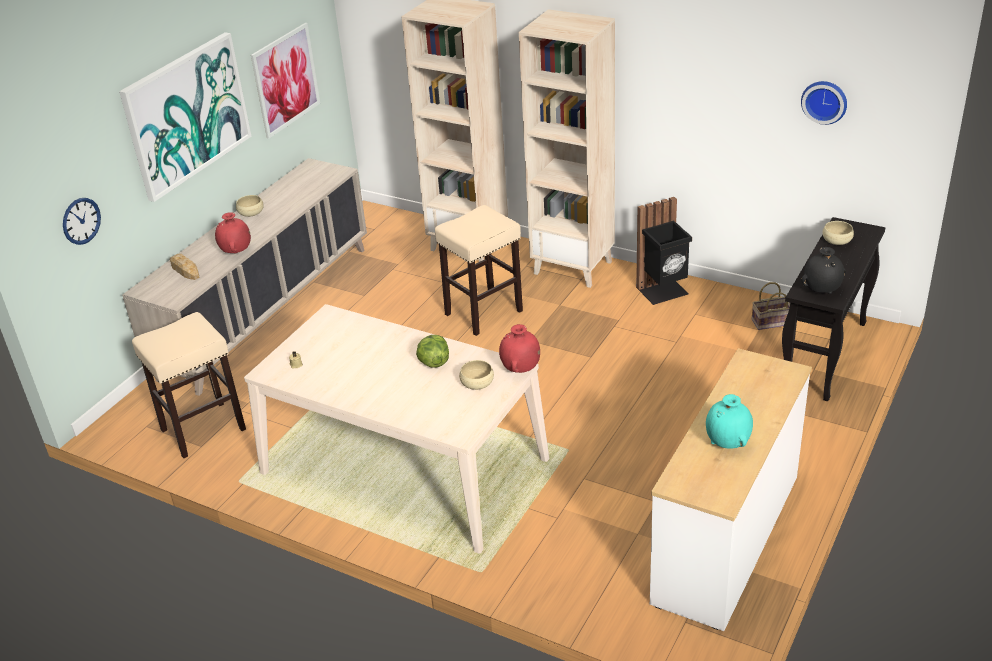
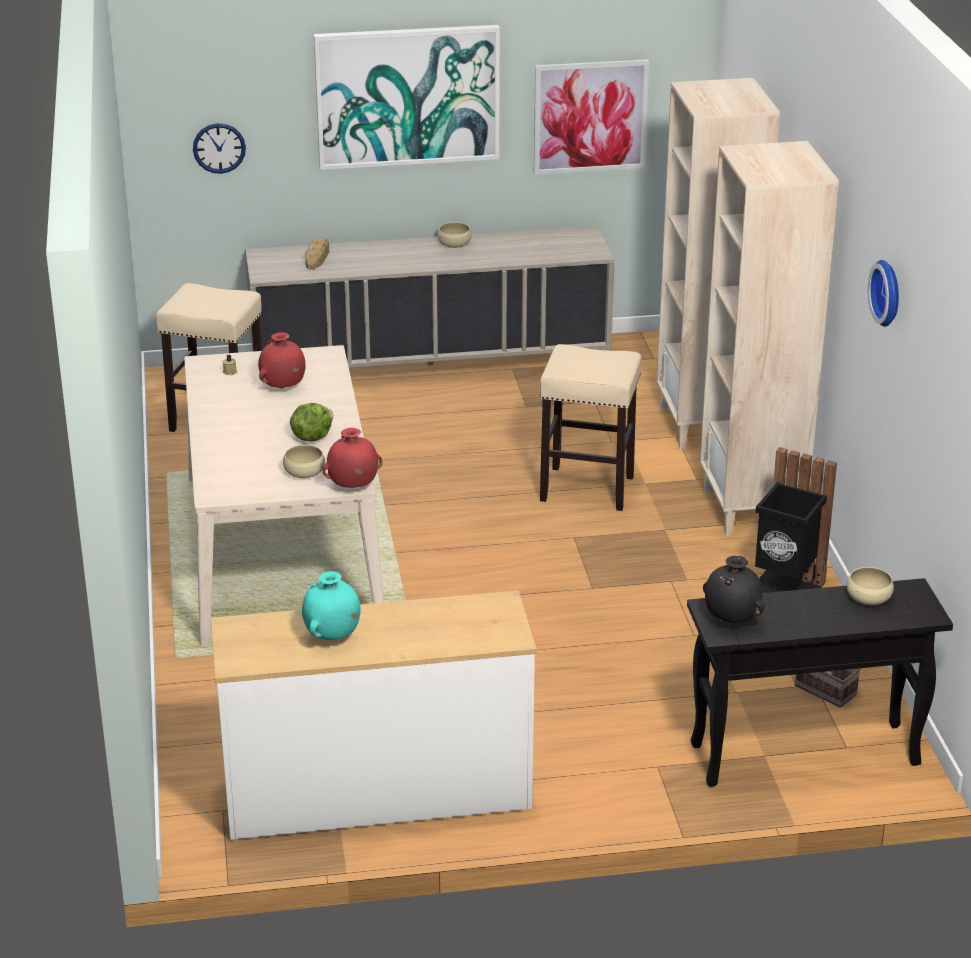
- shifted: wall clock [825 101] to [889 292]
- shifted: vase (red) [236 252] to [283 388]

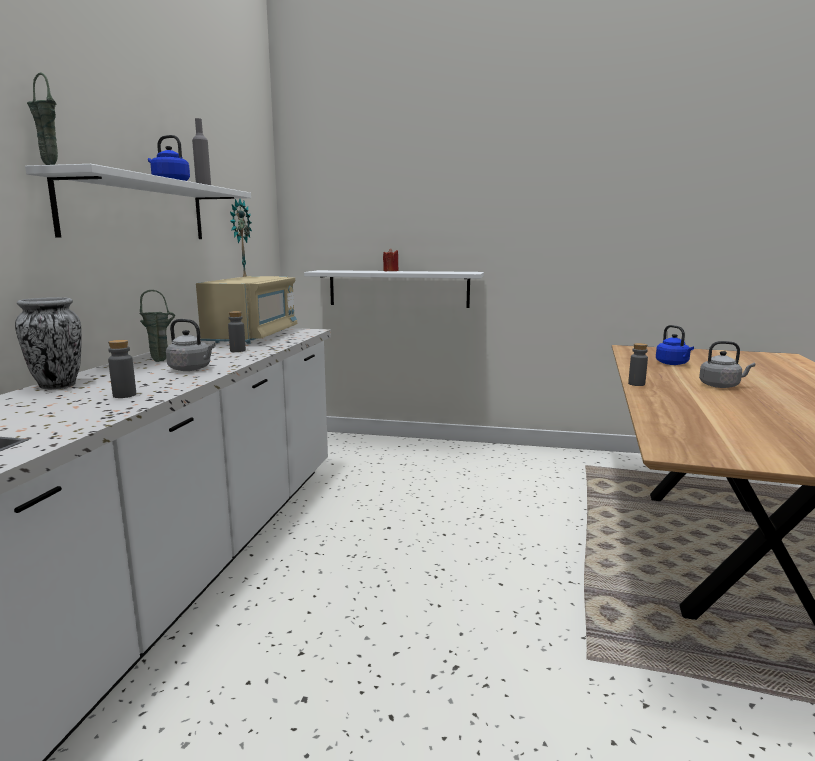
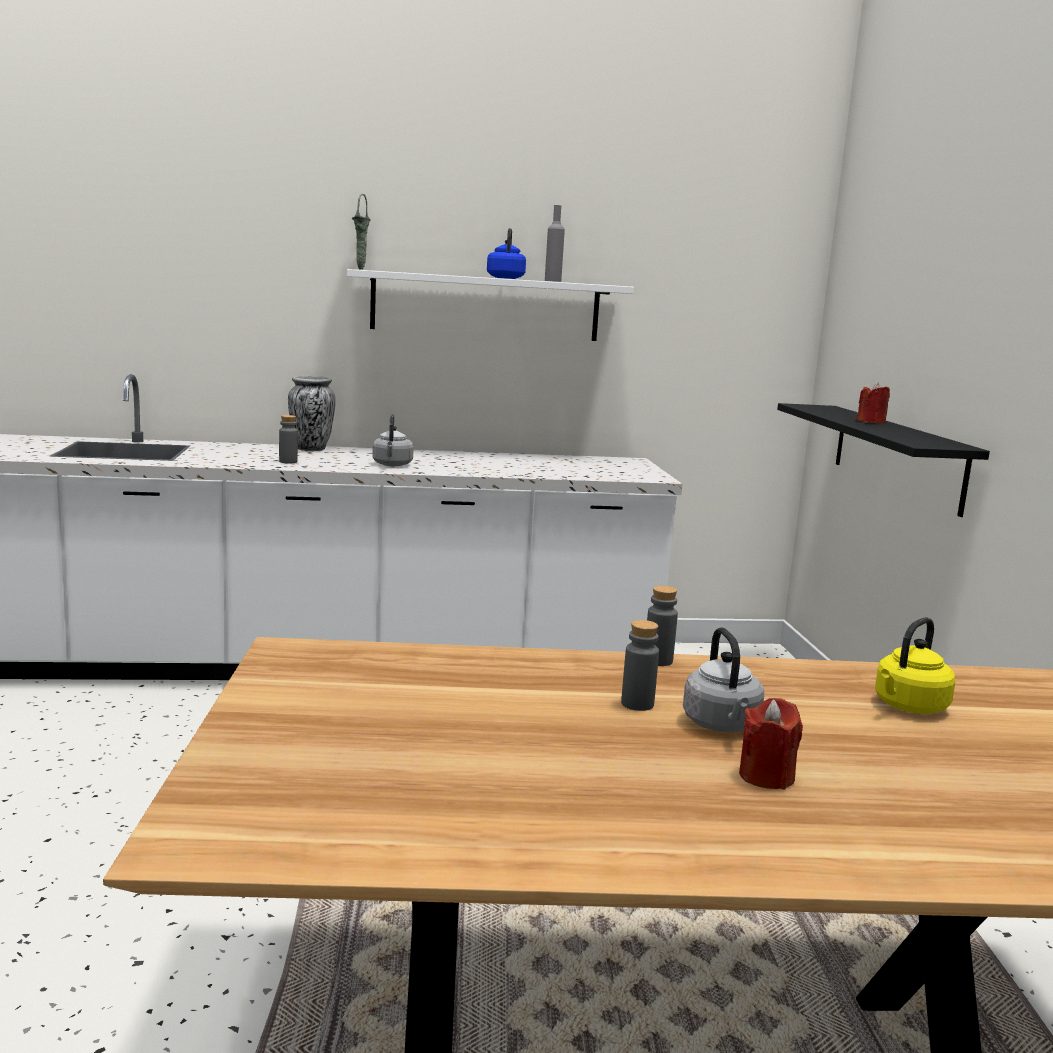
- gone: wall clock [239 240]
- repainted: shelf (white) [398 288] to shelf (black) [896 456]
- gone: microwave (beige) [253 336]
- gone: vase (green) [162 361]
- shifted: bottle (grey) [237 350] to [637 704]
- repainted: kettle (blue) [673 364] to kettle (yellow) [908 707]
- new: candle (red) [766 776]

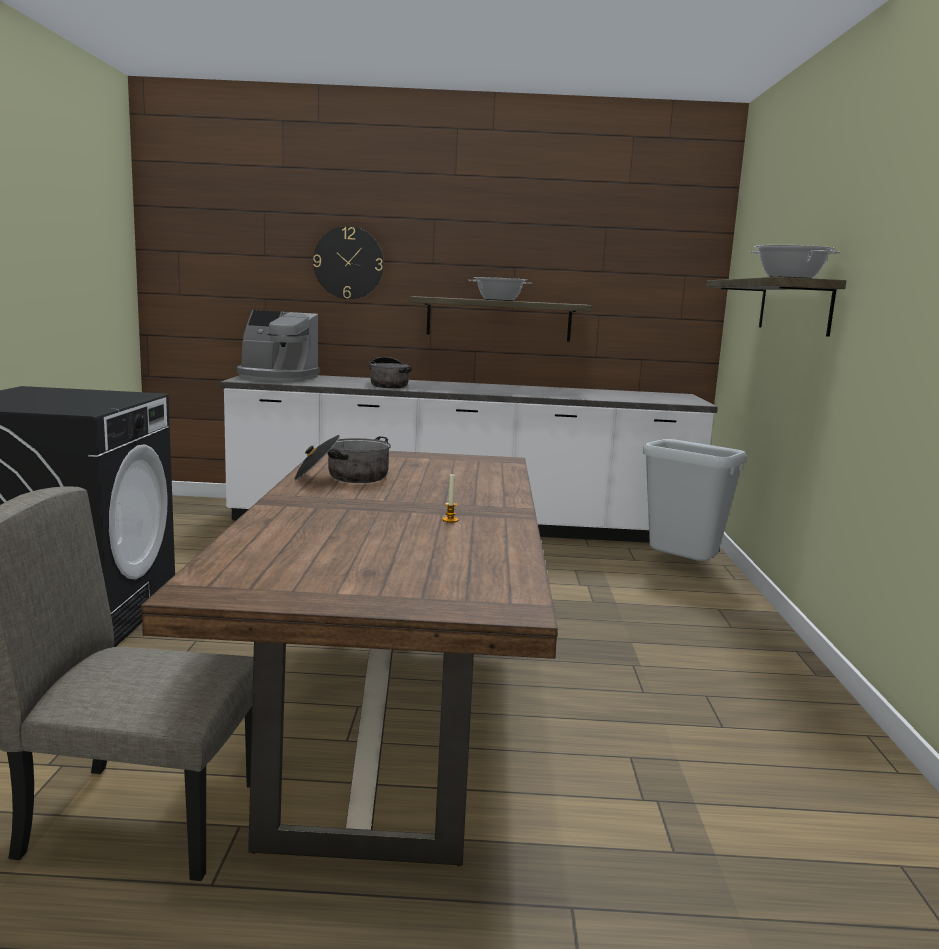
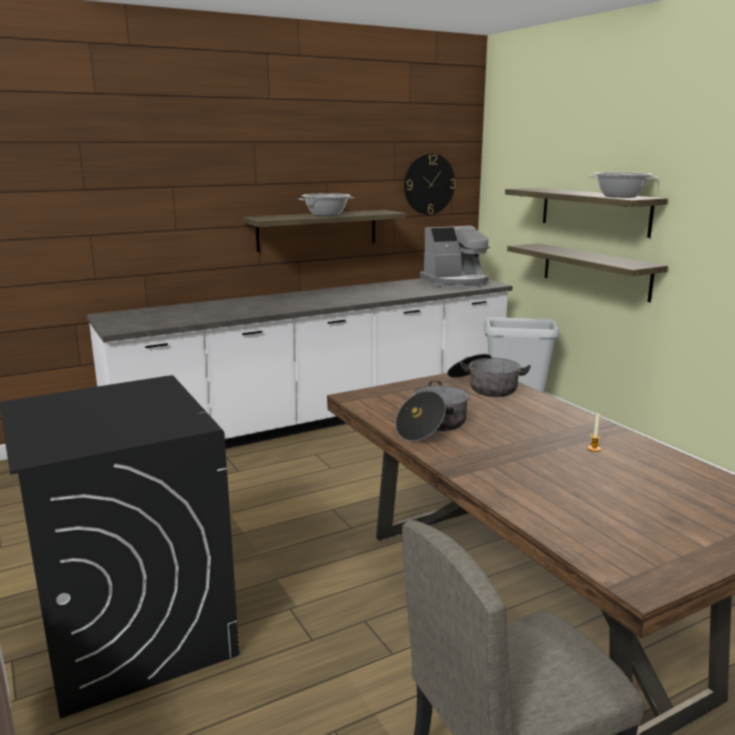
- shifted: wall clock [348 263] to [429 184]
- shifted: coffee machine [276 377] to [456 282]
- shifted: cooking pot [389 385] to [484 387]
- new: shelf [595 271]

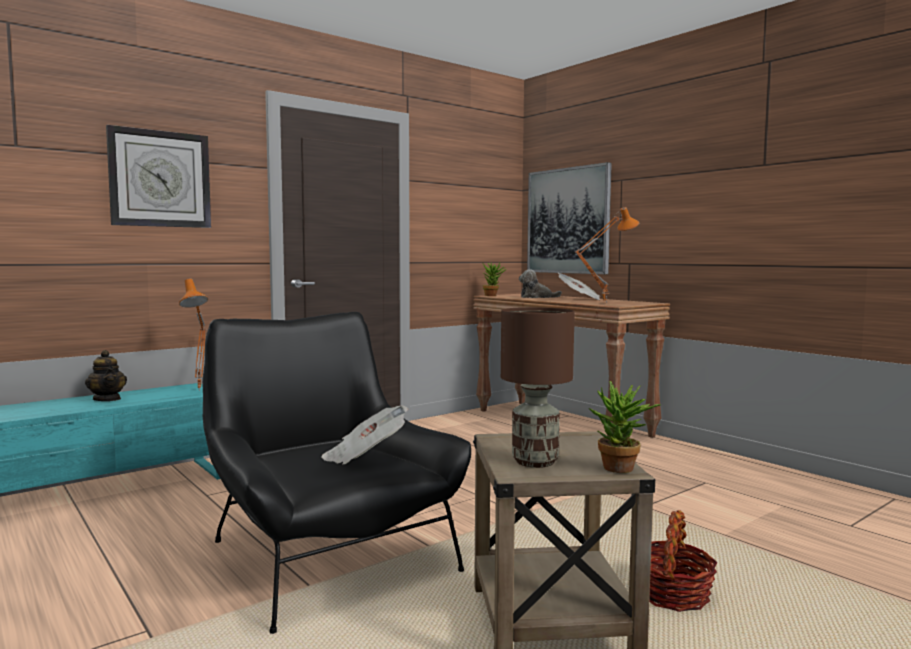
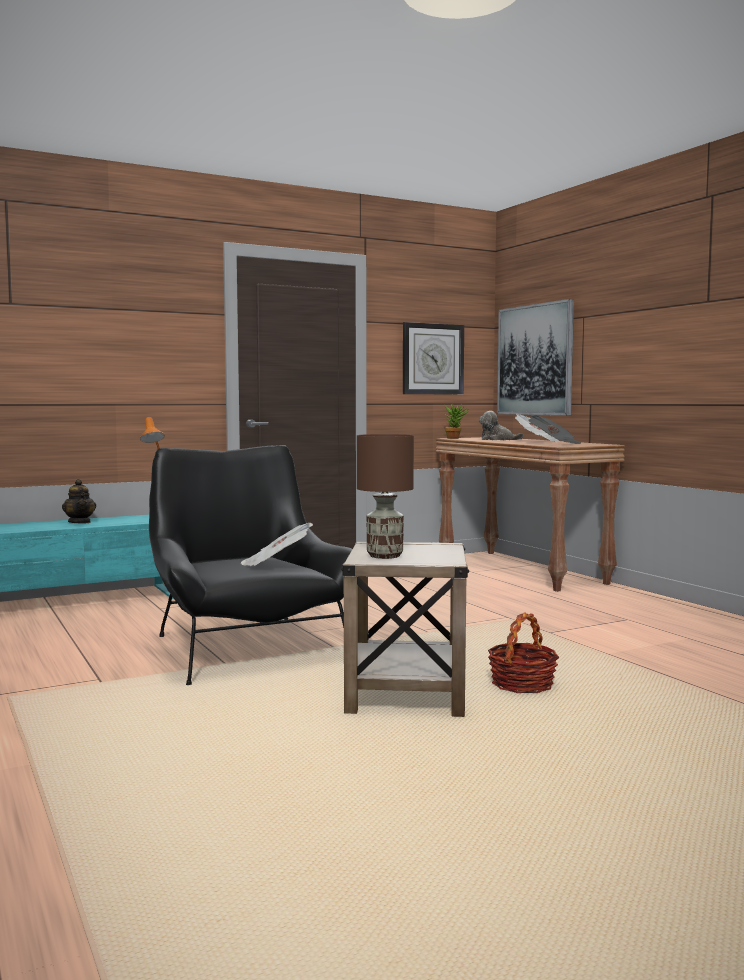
- shifted: wall clock [160 179] to [432 359]
- swapped: table lamp (orange) [604 303] to newspaper [554 444]
- gone: potted plant [621 470]

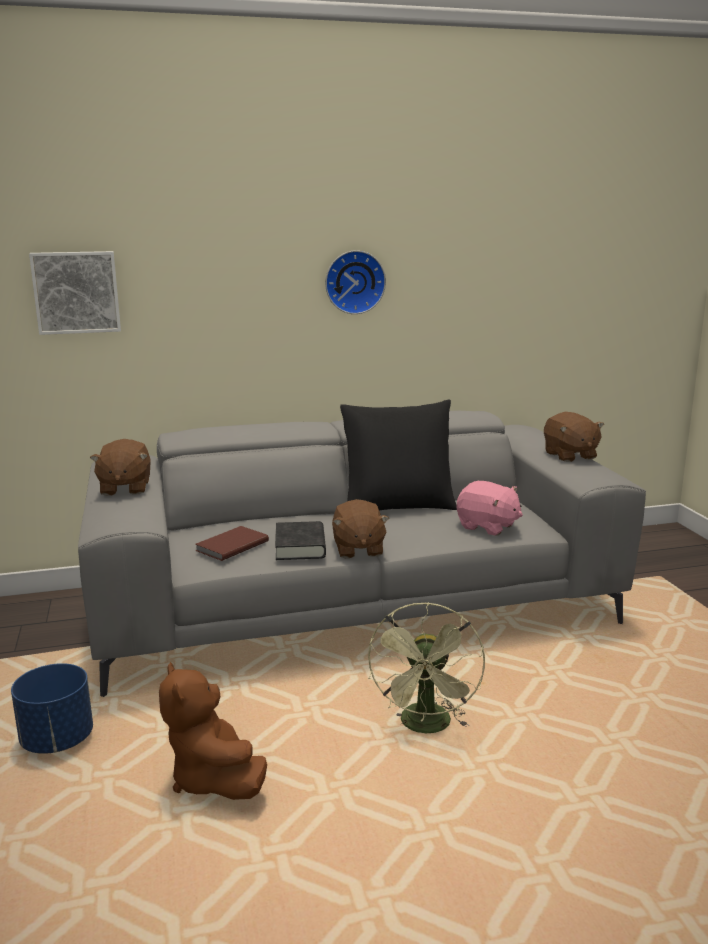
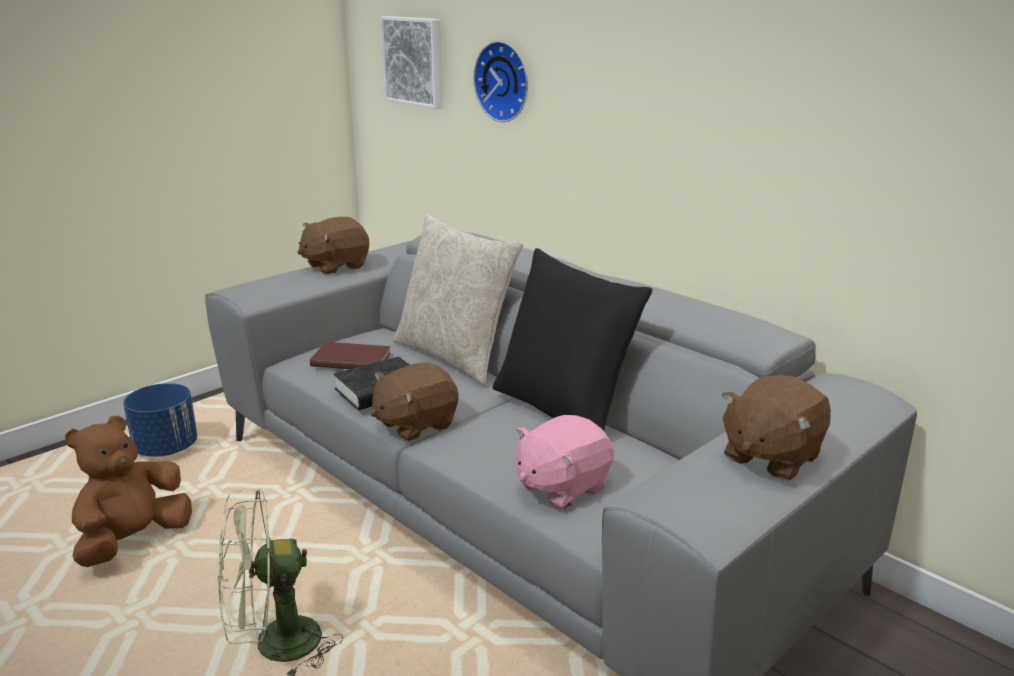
- shifted: wall clock [354 282] to [504 81]
- rotated: plush toy (pink) [487 526] = [561 486] 45 degrees clockwise
- new: pillow (beige) [455 355]

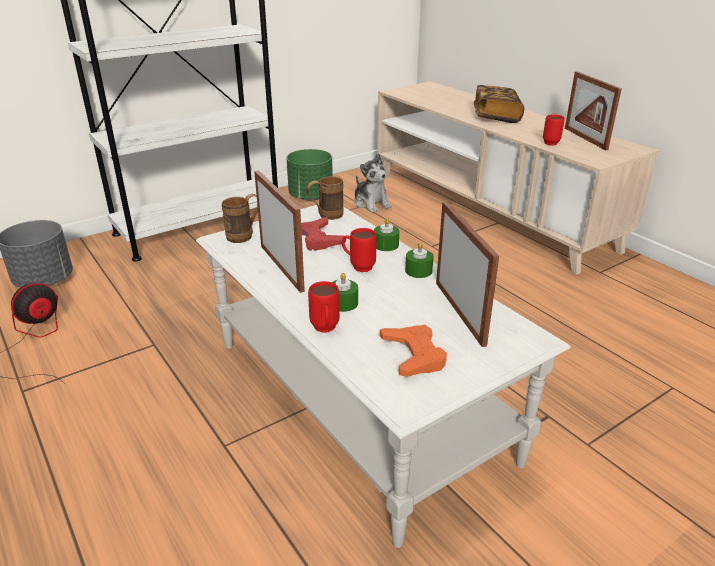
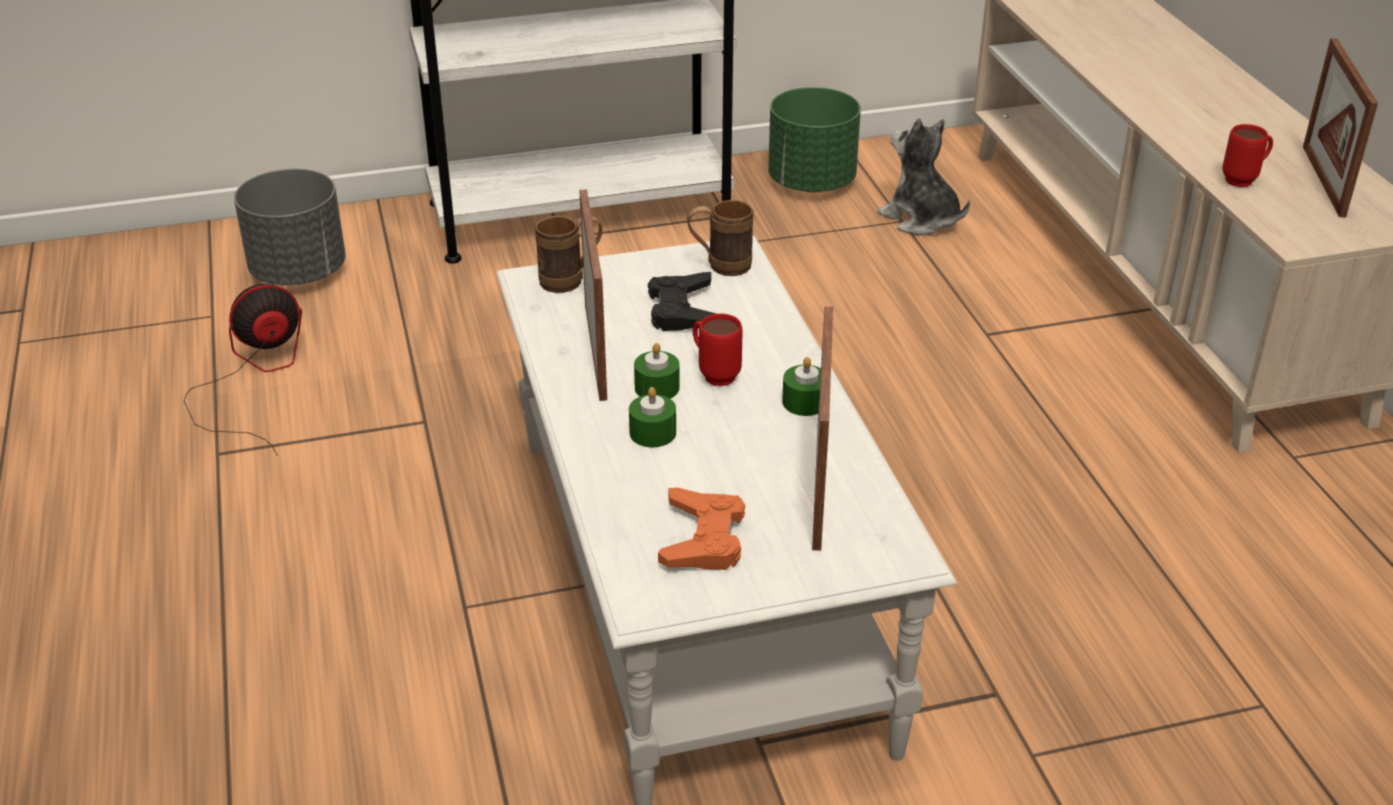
- gone: book [496 116]
- rotated: plush toy [371 204] = [921 219] 150 degrees clockwise
- repainted: game controller (red) [318 239] to game controller (black) [682 310]
- shifted: candle (green) [386 245] to [657 388]
- gone: mug (red) [325 330]

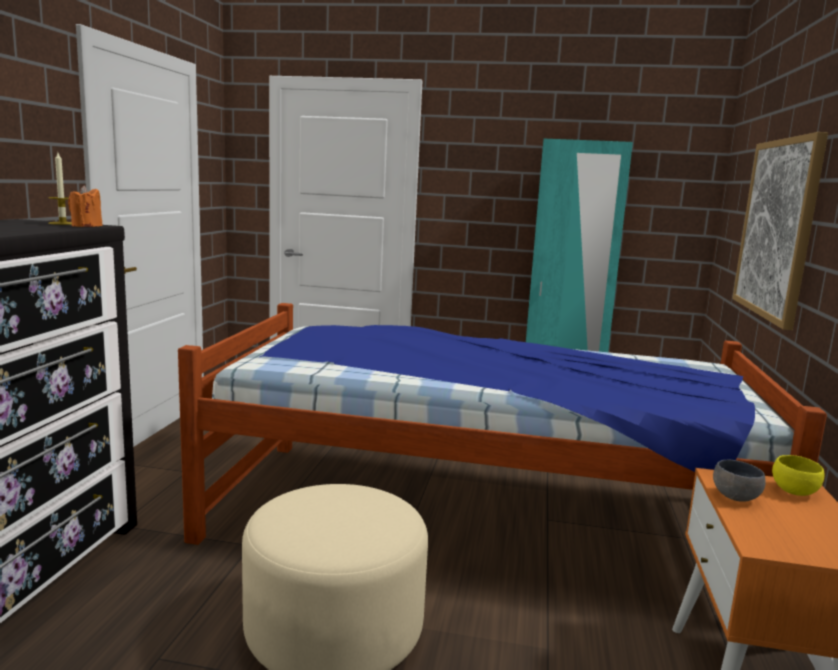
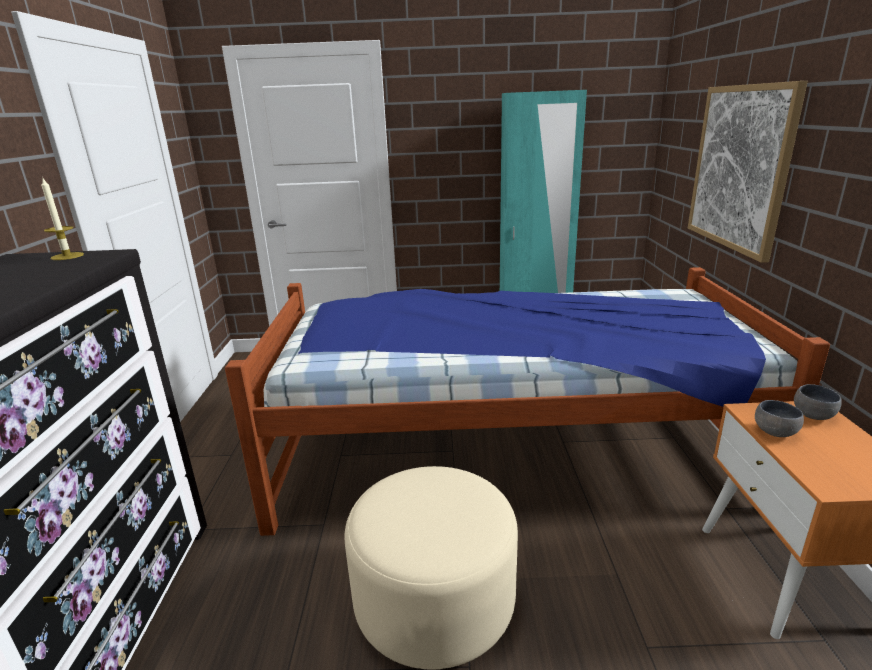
- gone: candle (orange) [86 226]
- repainted: bowl (yellow) [796 492] to bowl (grey) [814 416]

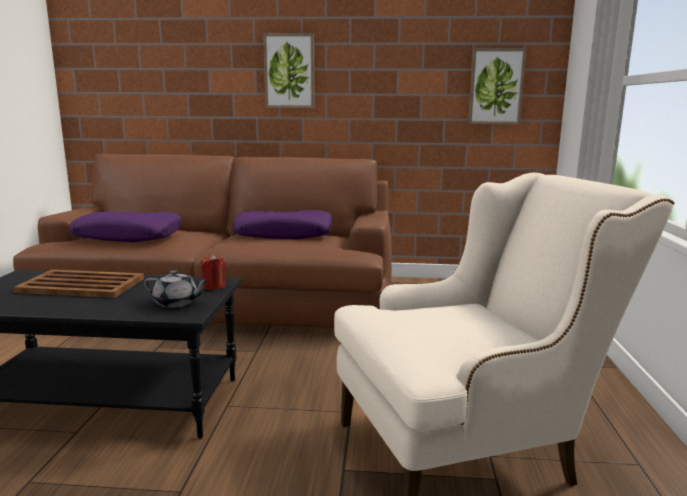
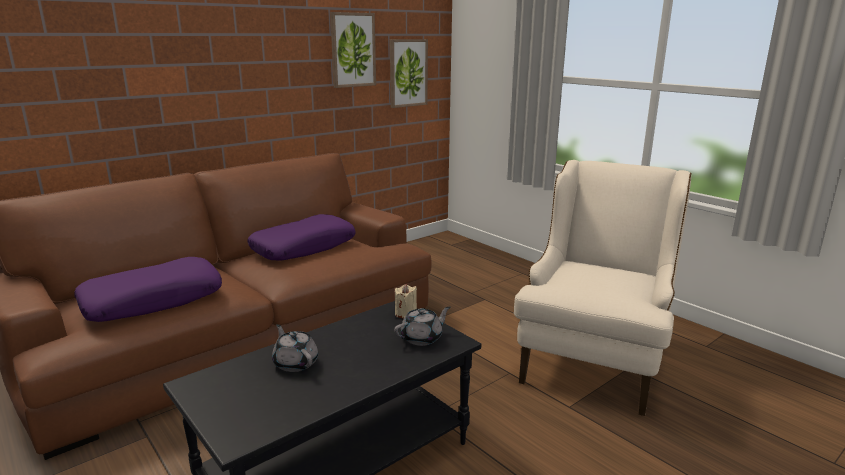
- shifted: picture [289 71] to [353 50]
- repainted: candle (red) [214 286] to candle (beige) [405 314]
- swapped: tray (brown) [81 285] to teapot (grey) [295 363]

